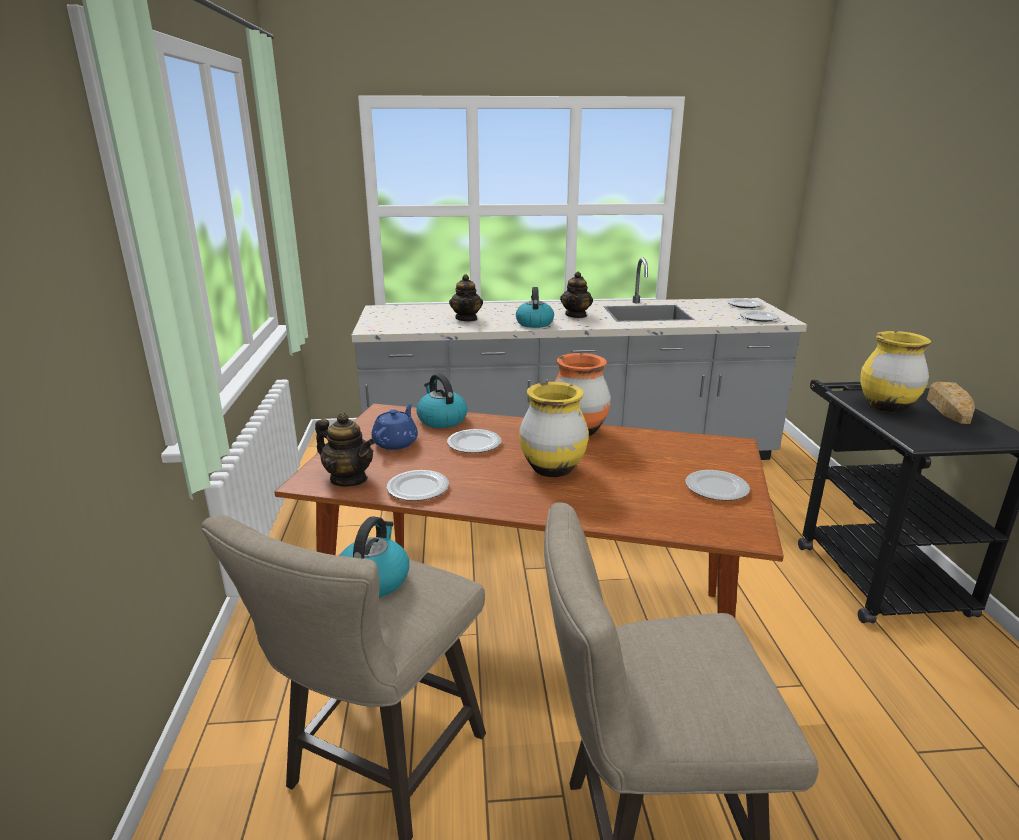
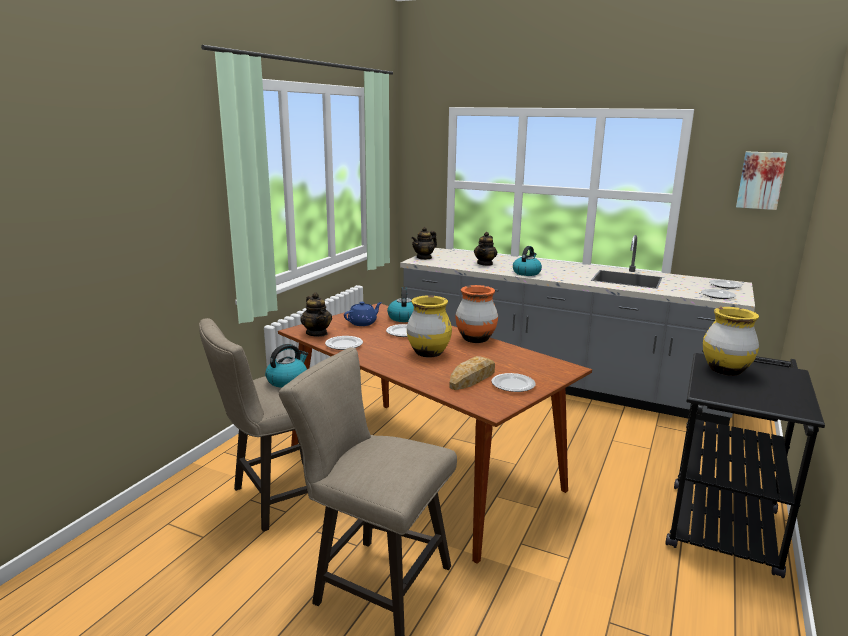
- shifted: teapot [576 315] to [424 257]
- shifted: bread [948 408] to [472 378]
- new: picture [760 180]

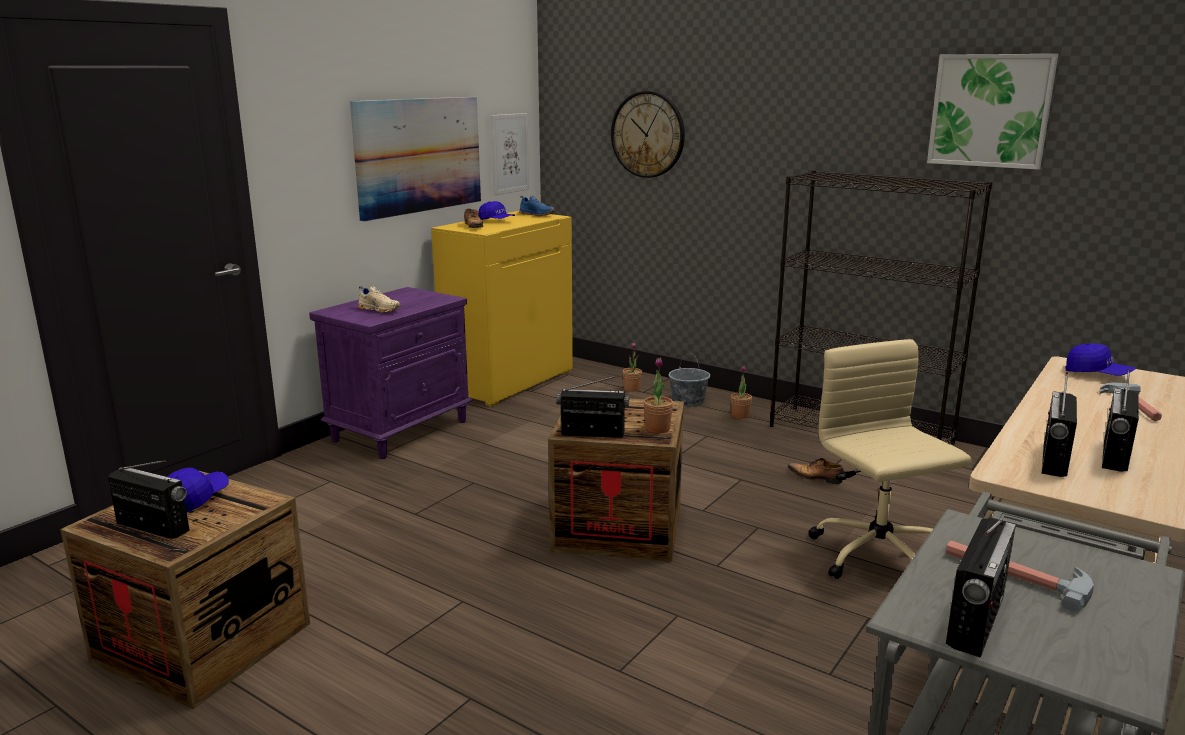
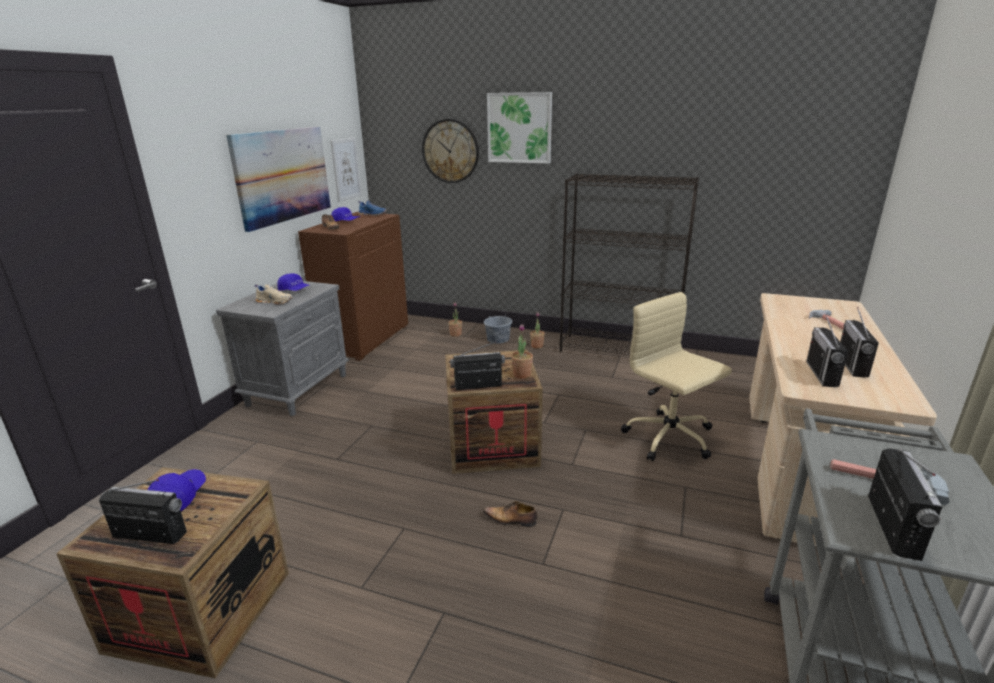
- shifted: picture [990 111] to [519 128]
- repainted: cabinet (yellow) [508 381] to cabinet (brown) [364 338]
- repainted: nightstand (purple) [401 430] to nightstand (grey) [298 389]
- shifted: cap (blue) [1097 374] to [294 290]
- shifted: shoe [815 478] to [511 520]

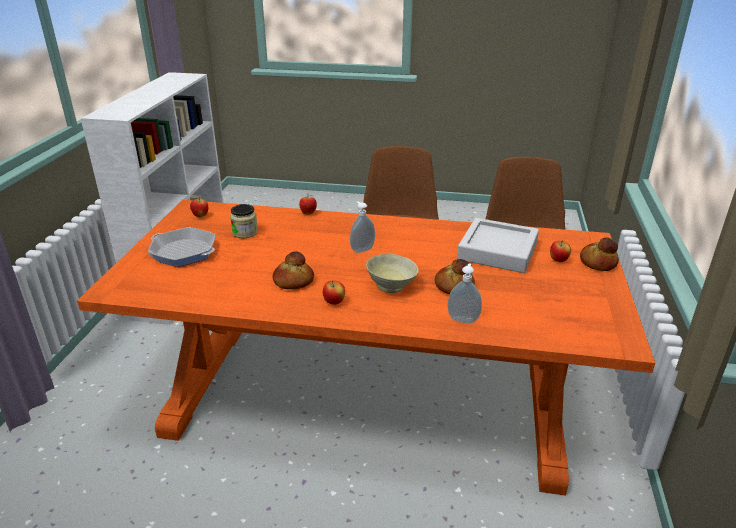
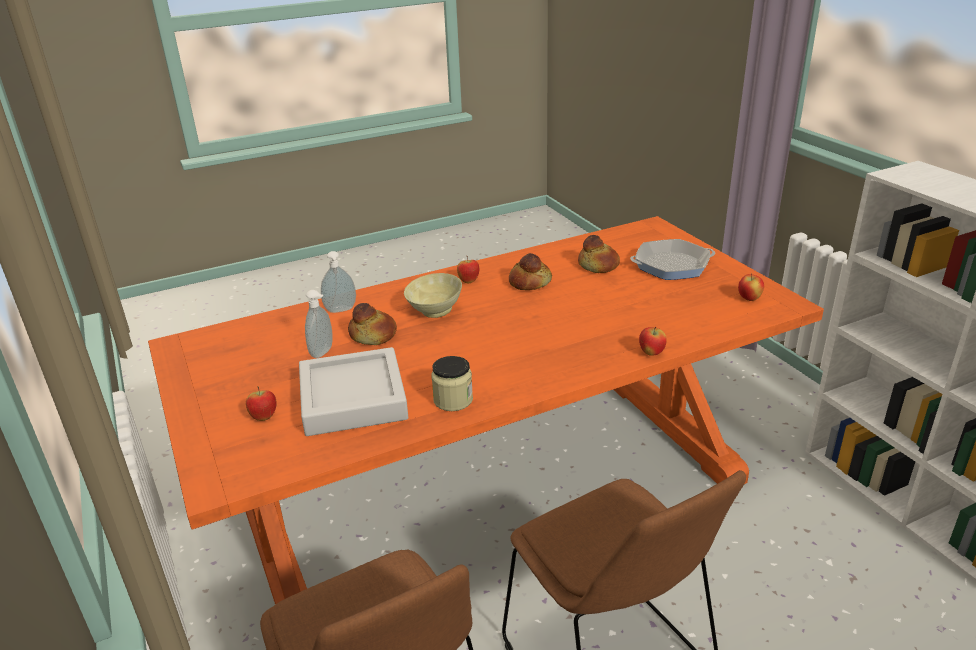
- shifted: soap dispenser [361 249] to [323 352]
- shifted: jar [245 233] to [453 400]
- shifted: bread [597 262] to [598 265]

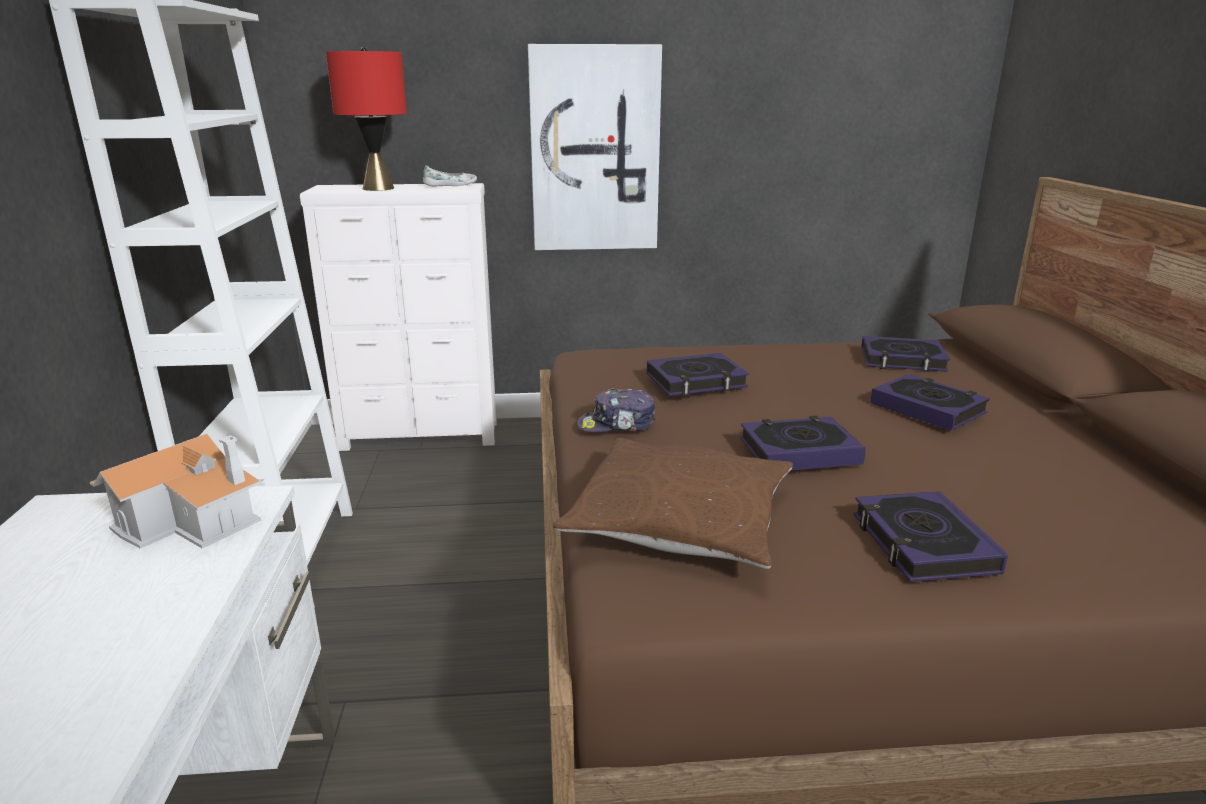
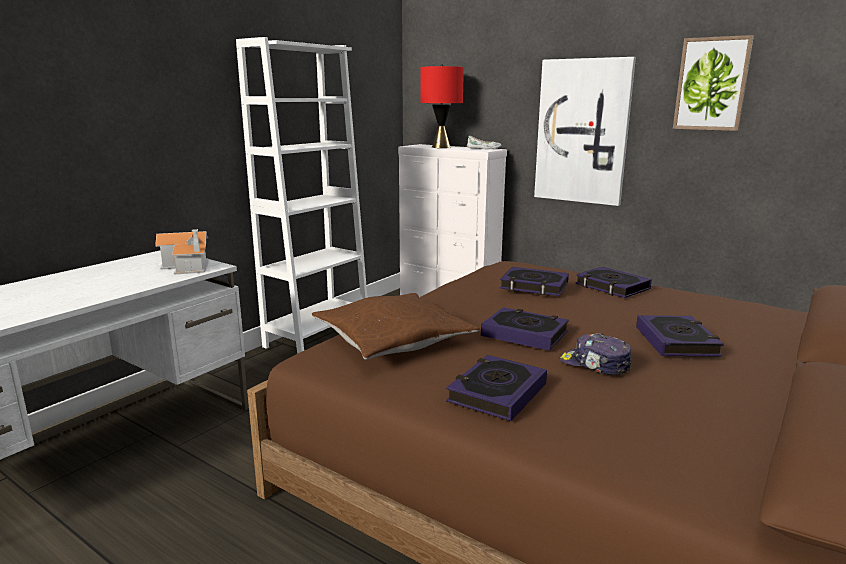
- shifted: book [902 360] to [612 287]
- shifted: cap [617 425] to [594 365]
- new: picture [711 84]

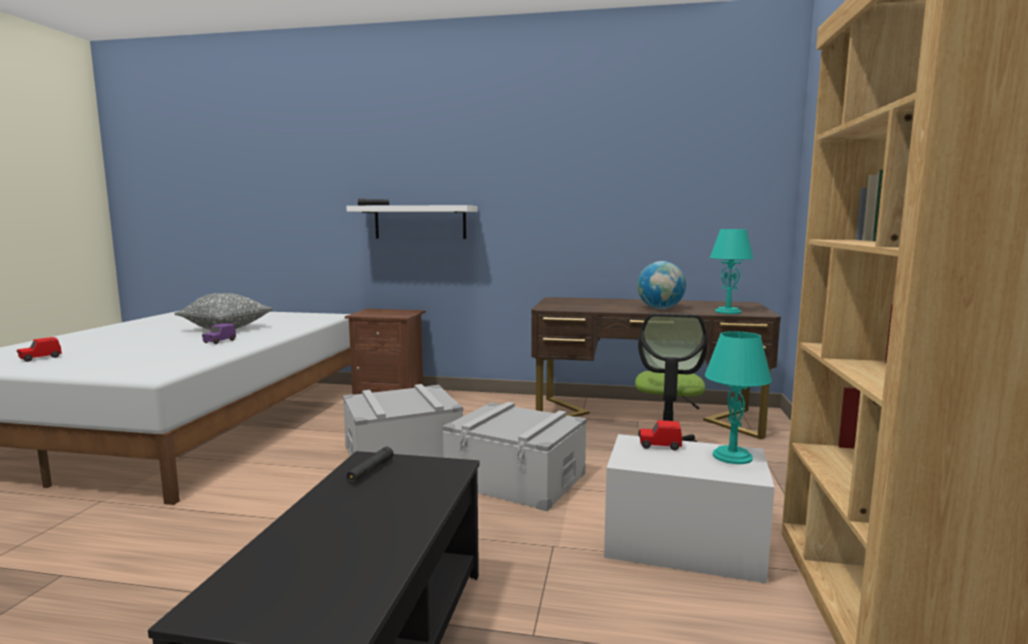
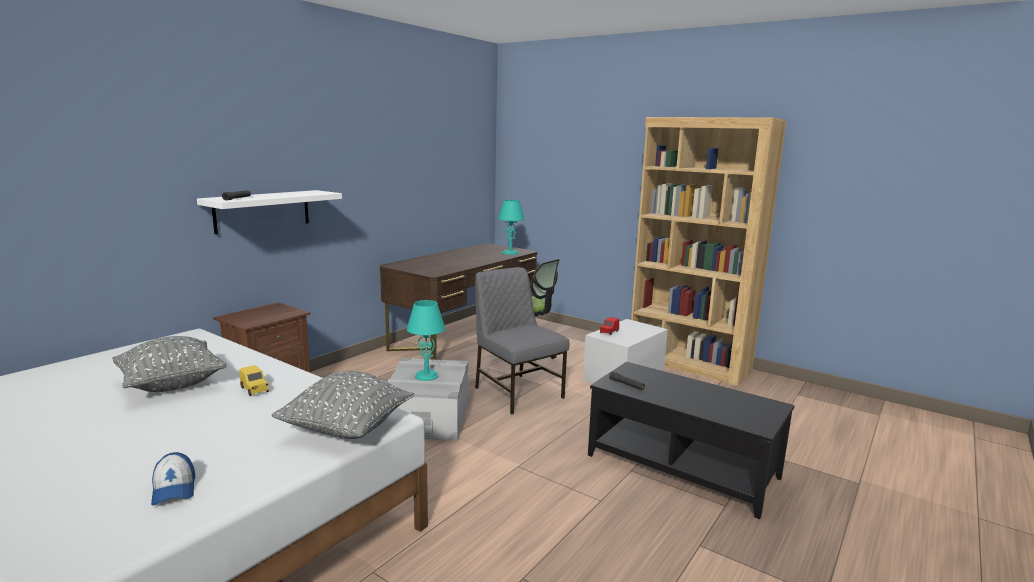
- gone: globe [660 308]
- repainted: toy car (purple) [219 341] to toy car (yellow) [254 390]
- shifted: table lamp (turquoise) [731 456] to [426 376]
- swapped: toy car (red) [40 358] to cap [174 489]
- swapped: storage box (grey) [516 479] to chair (grey) [517 392]
- new: pillow (grey) [347 430]

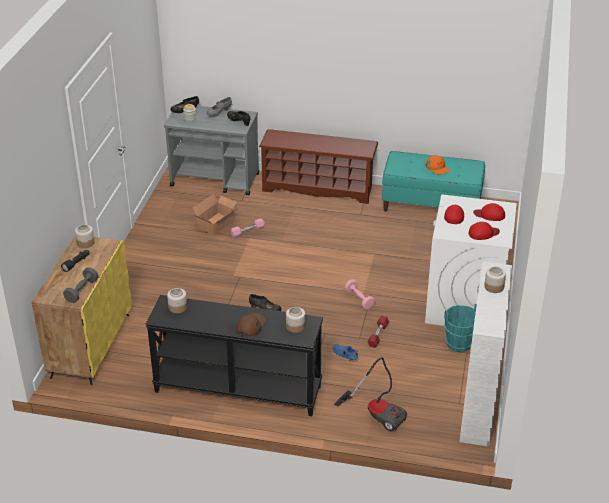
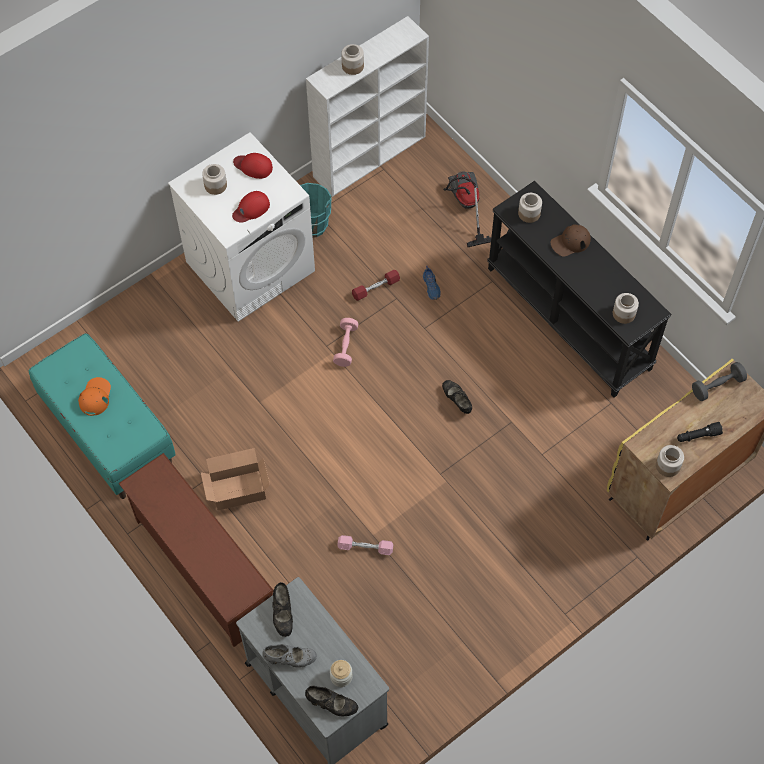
- shifted: cardboard box [217 224] to [236 488]
- swapped: cap (red) [489 215] to jar [215 185]

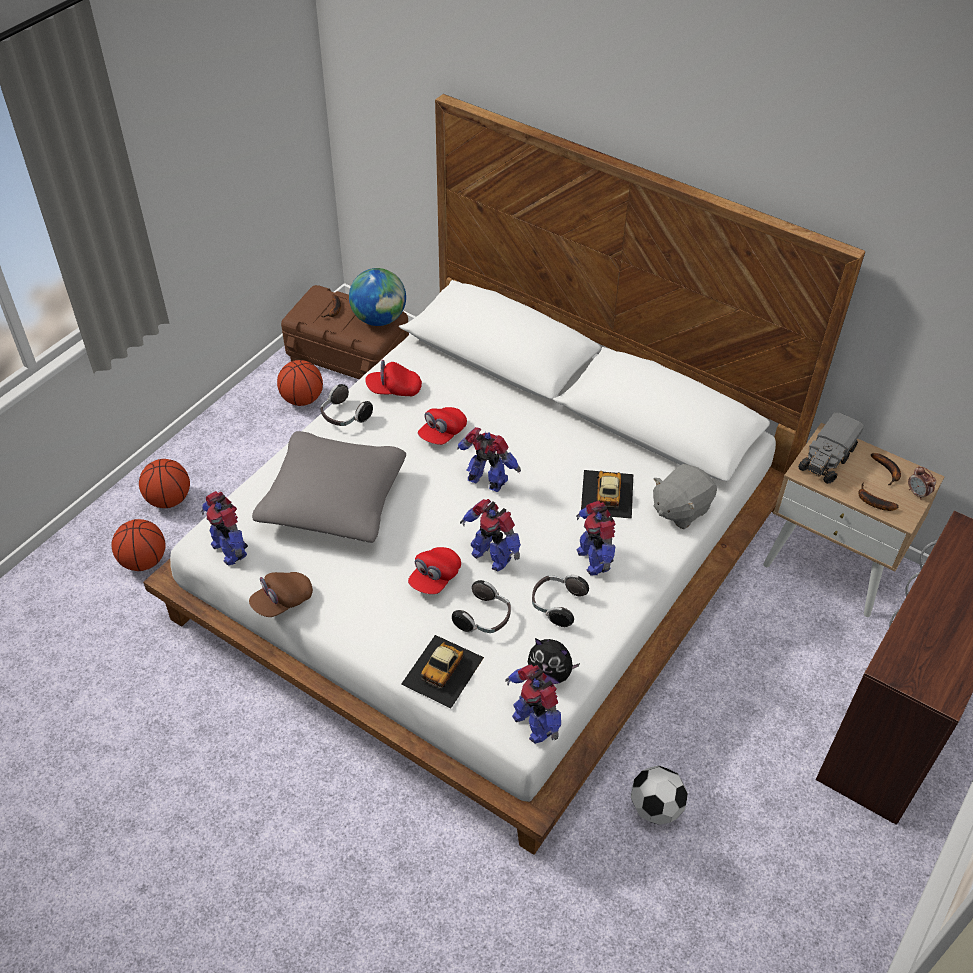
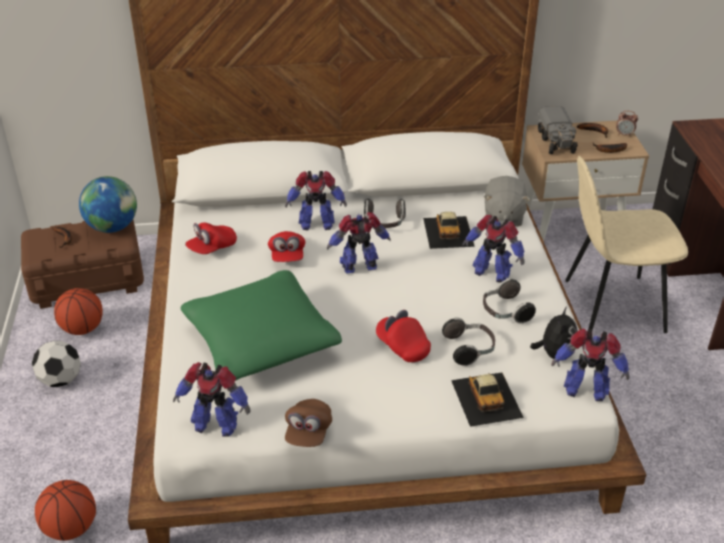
- shifted: headphones [344 416] to [384 223]
- repainted: pillow (grey) [334 500] to pillow (green) [261 341]
- gone: basketball [169 500]
- rotated: toy car [607 494] = [448 231] 150 degrees counterclockwise
- shifted: toy robot [491 555] to [316 224]
- rotated: cap (red) [435 578] = [402 346] 150 degrees clockwise
- rotated: plush toy [550 673] = [554 354] 60 degrees counterclockwise
- shifted: football [655 807] to [60 380]
- new: chair (beige) [611 306]

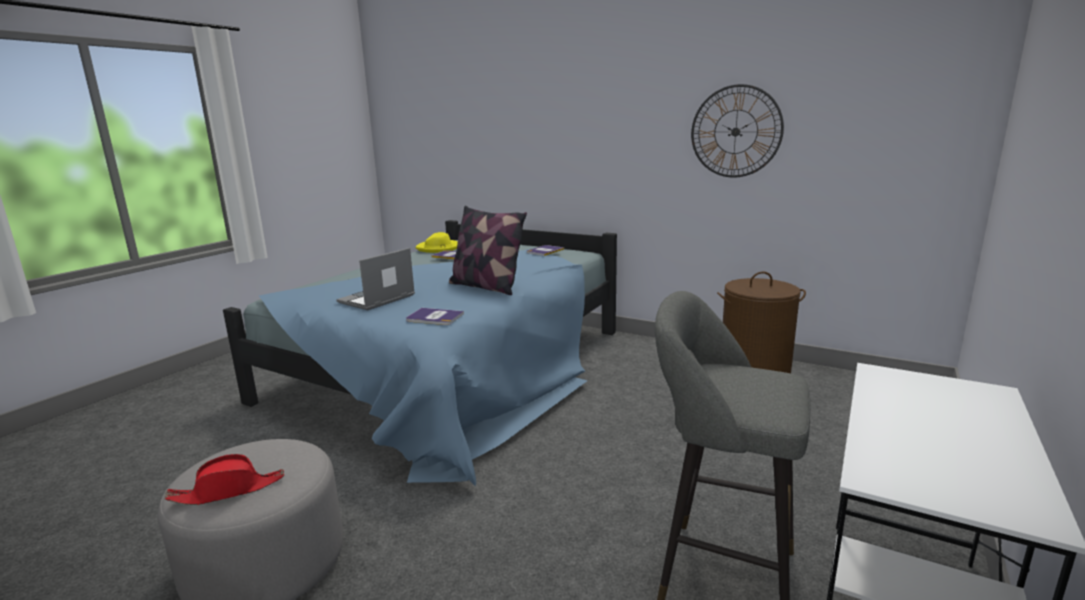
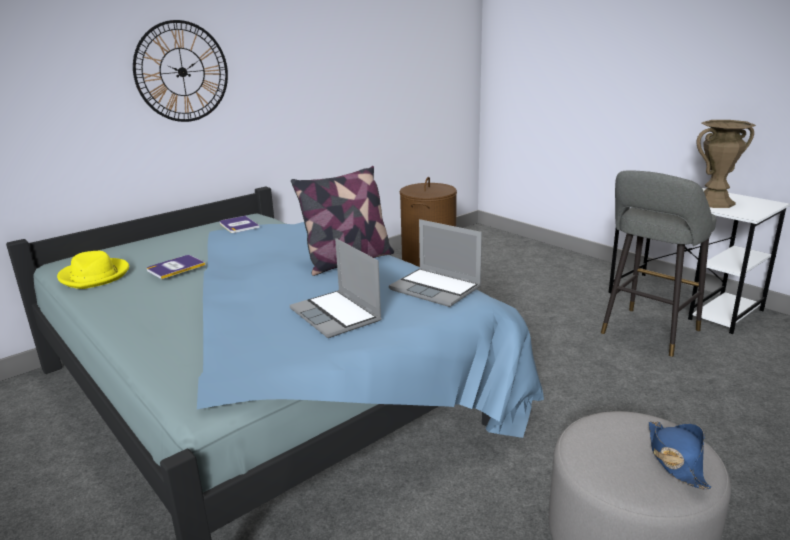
- shifted: wall clock [735 131] to [182 72]
- swapped: book [434 317] to laptop [436 288]
- repainted: hat (red) [228 490] to hat (blue) [675 459]
- new: vase (brown) [714 202]

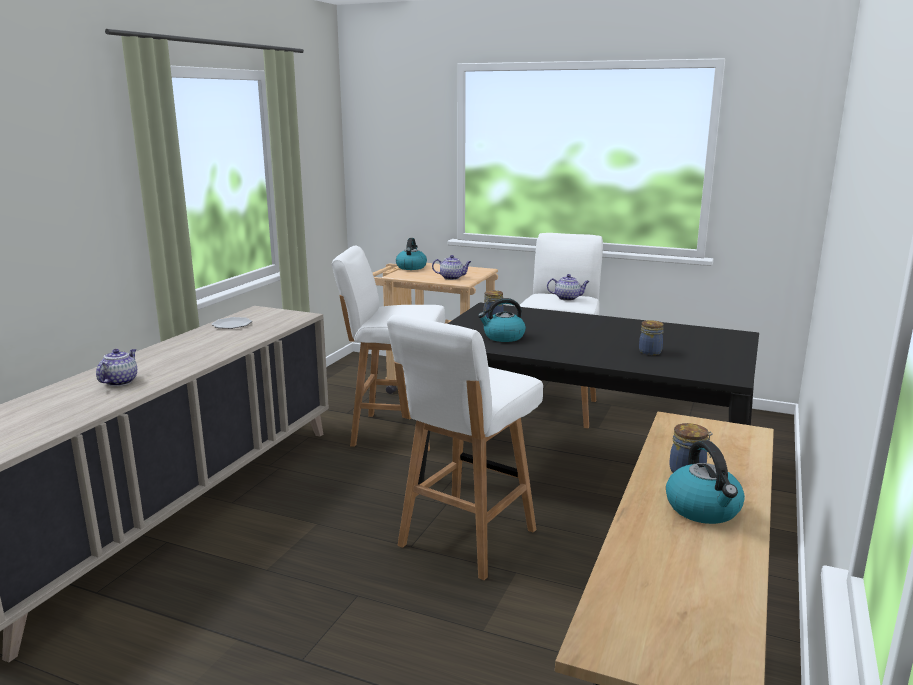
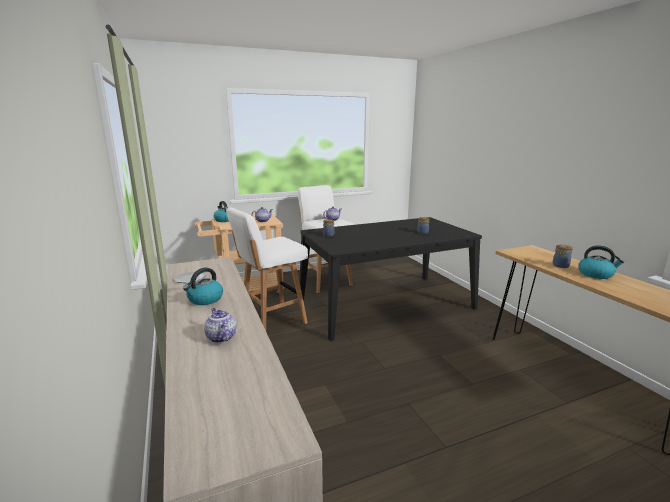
- shifted: kettle [503 337] to [205 299]
- gone: stool (white) [465 539]

